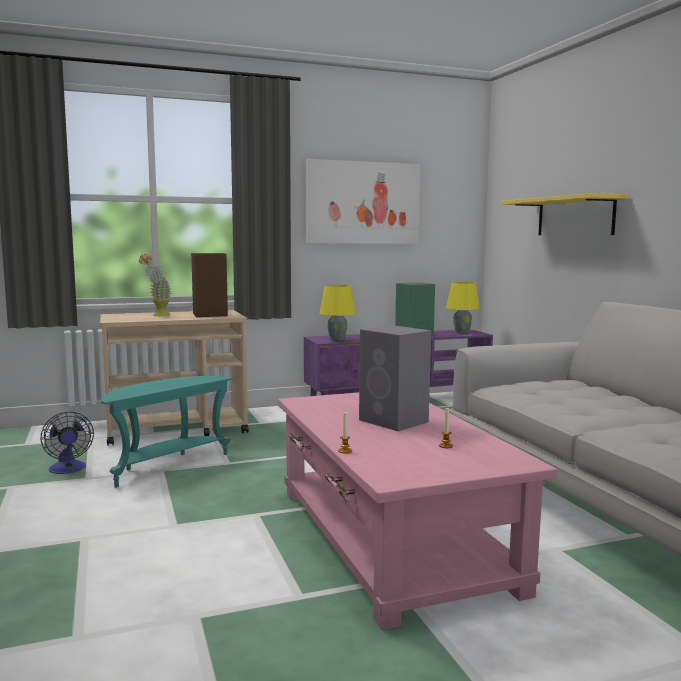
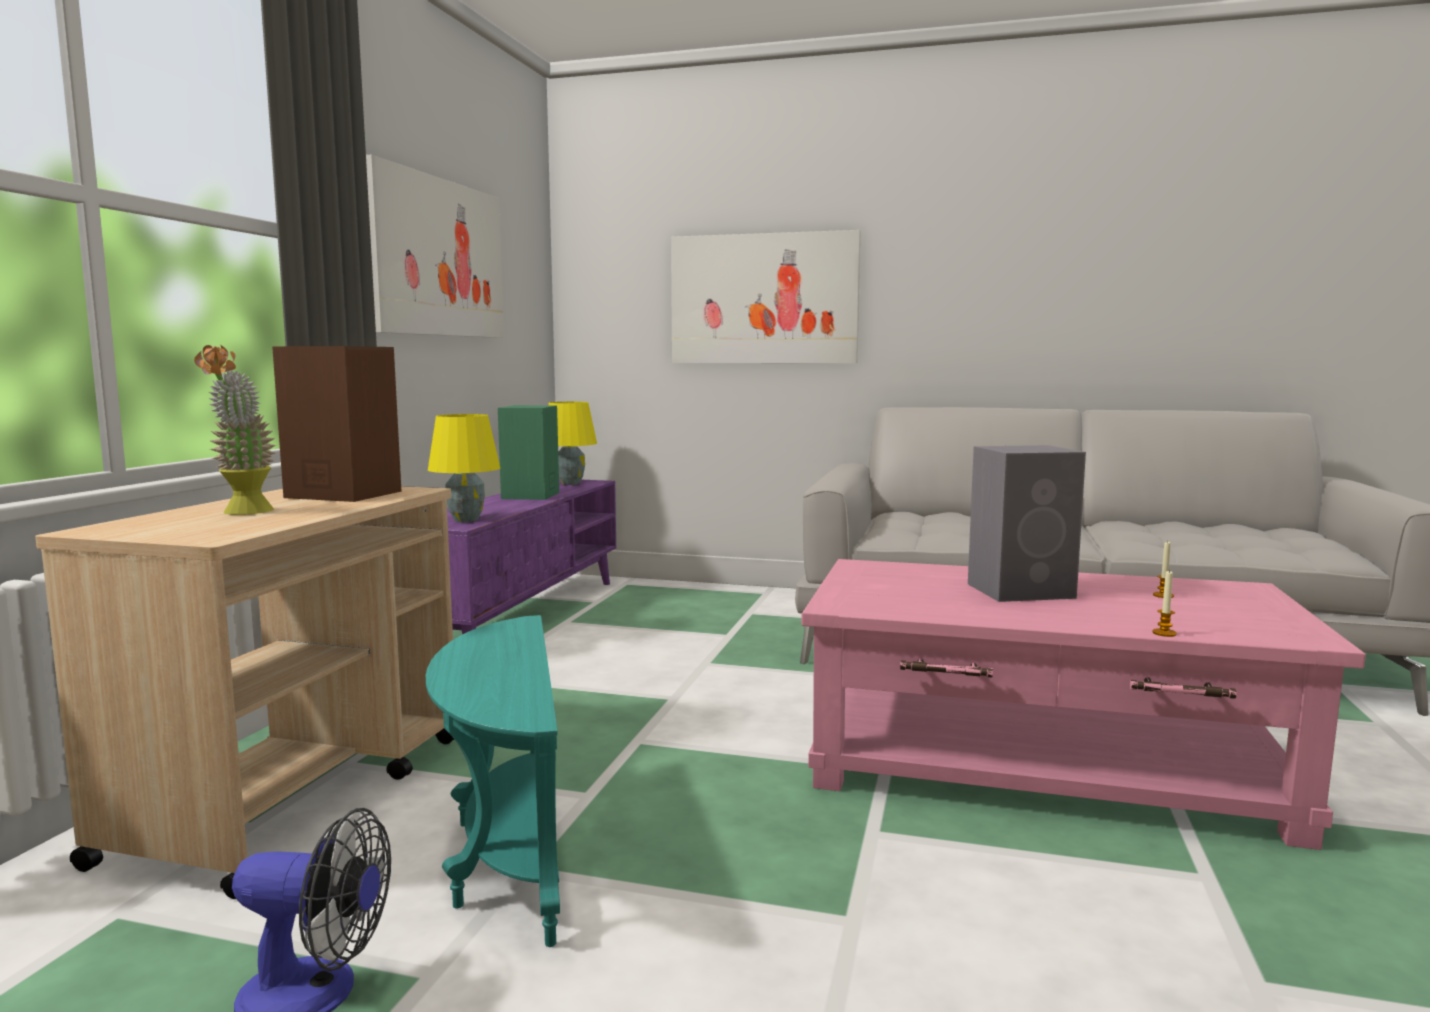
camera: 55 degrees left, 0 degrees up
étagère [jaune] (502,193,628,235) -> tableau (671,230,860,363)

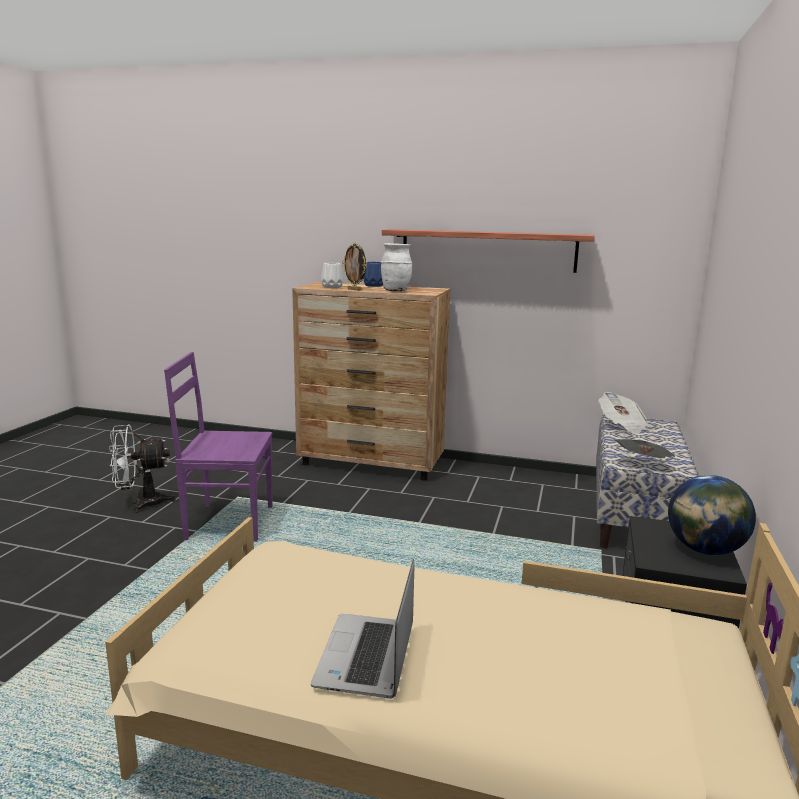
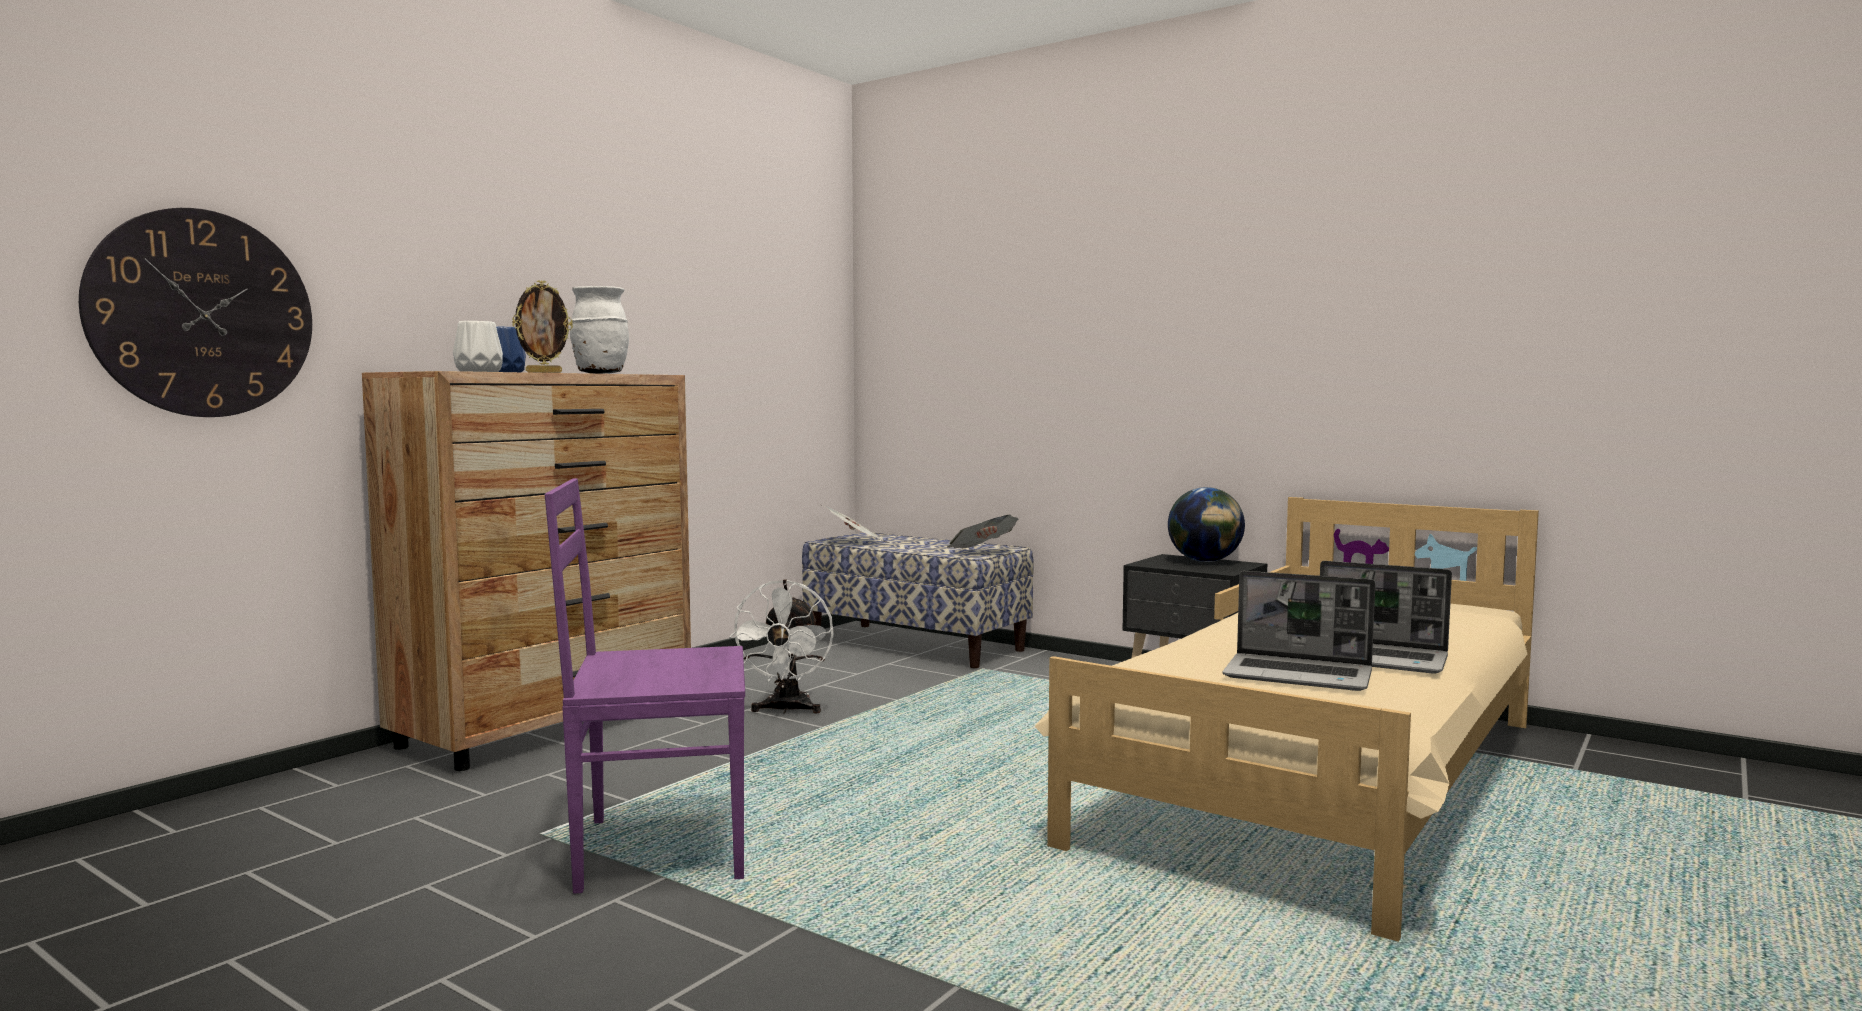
camera: 70 degrees left, 10 degrees down
étagère (382,229,595,273) -> none
none -> horloge murale (79,208,312,417)
none -> ordinateur portable (1222,571,1375,691)
ventilateur [blanc] (109,425,176,513) -> ventilateur [blanc] (729,580,834,714), moved
chaise [violet] (164,352,272,542) -> chaise [violet] (544,478,745,894), 60 degrees clockwise

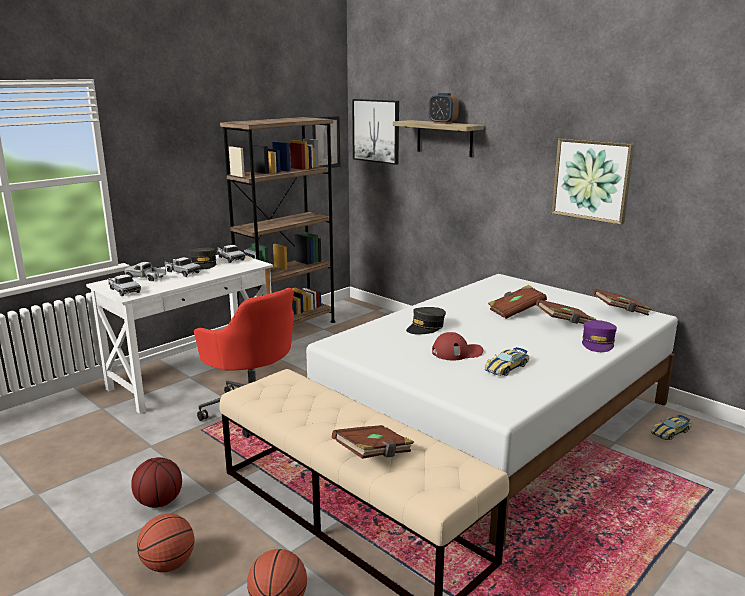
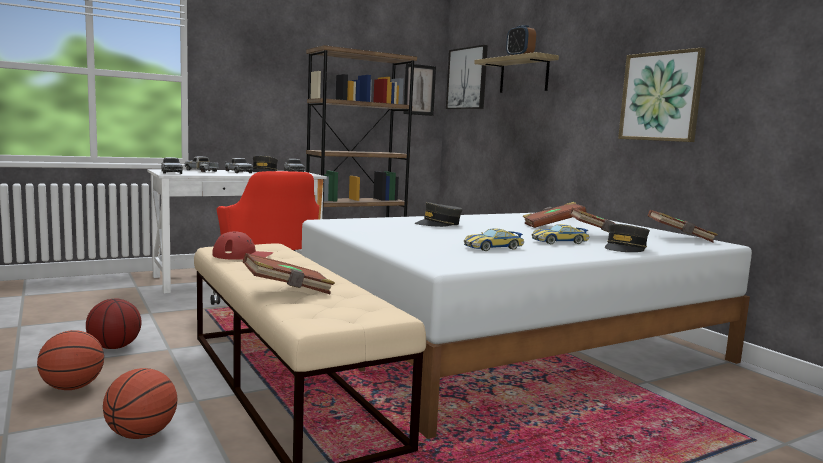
camera: 15 degrees right, 10 degrees down
casquette [rouge] (432,332,483,360) -> casquette [rouge] (213,231,273,260), moved
petite voiture (651,415,692,440) -> petite voiture (531,224,589,244), moved
casquette [violet] (582,320,617,352) -> casquette [gris] (605,224,650,252)

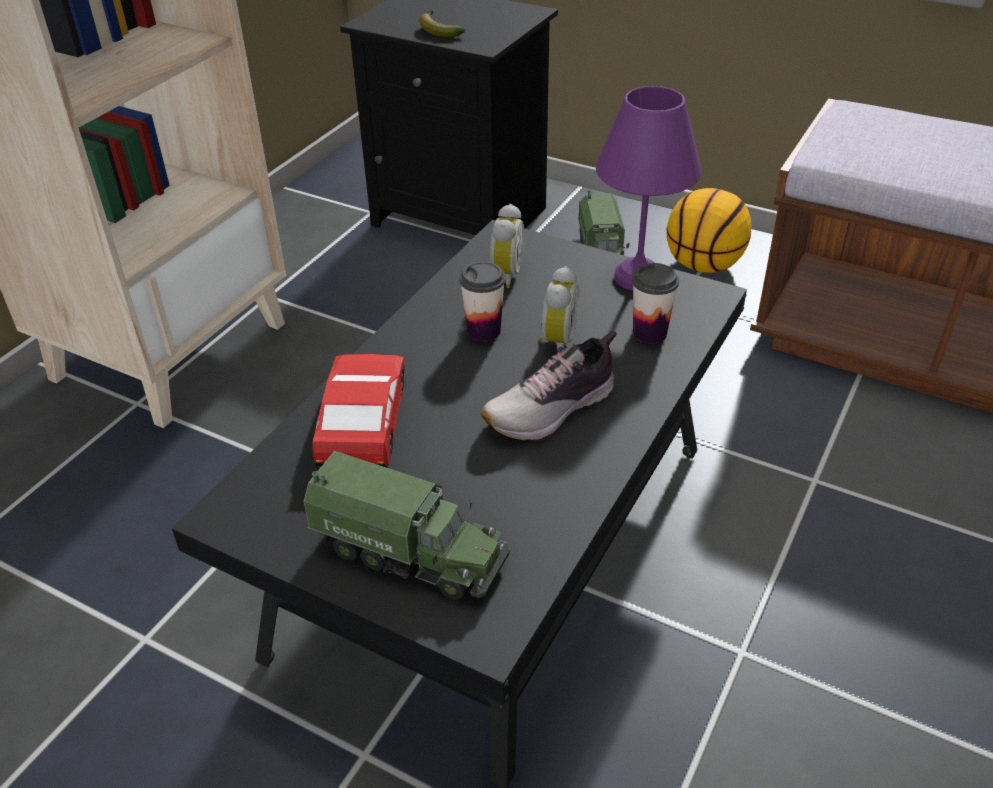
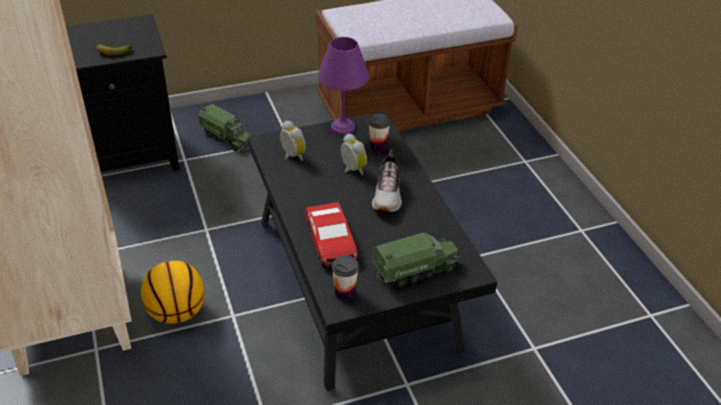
camera: 50 degrees left, 0 degrees up
tasse (459,261,506,341) -> tasse (332,255,359,301), moved
ballon de basket (667,188,752,273) -> ballon de basket (141,261,204,324), moved
petite voiture (312,354,405,468) -> petite voiture (306,202,357,269), 150 degrees counterclockwise

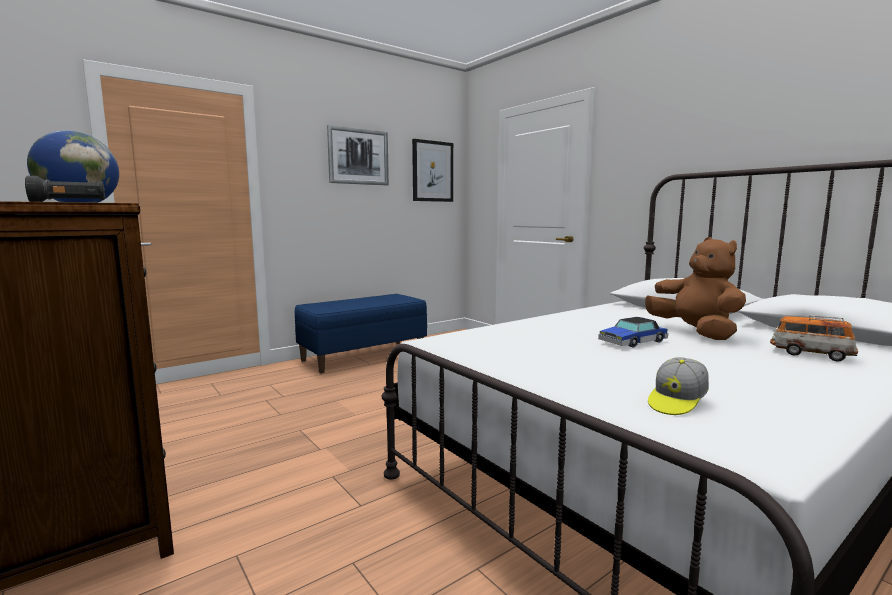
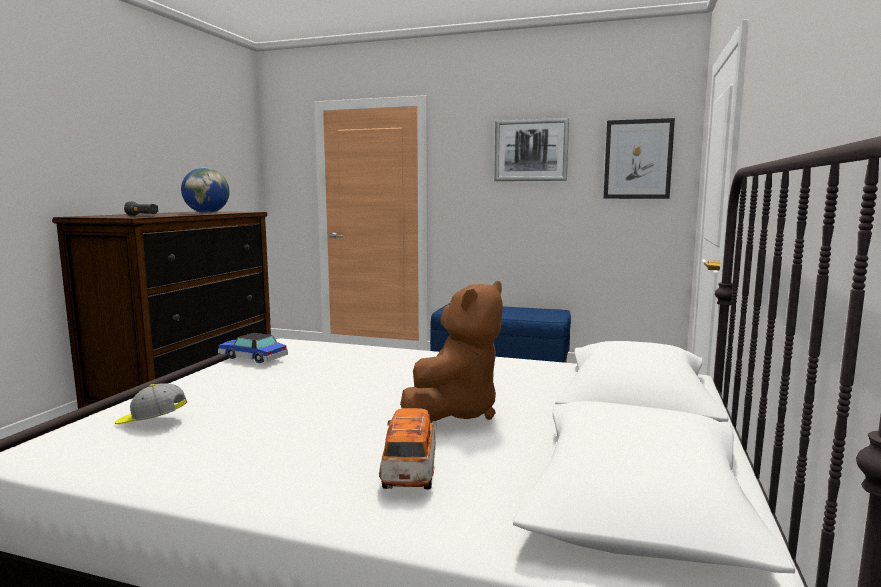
camera: 55 degrees right, 0 degrees up
petite voiture (598,317,668,347) -> petite voiture (218,333,288,363), moved

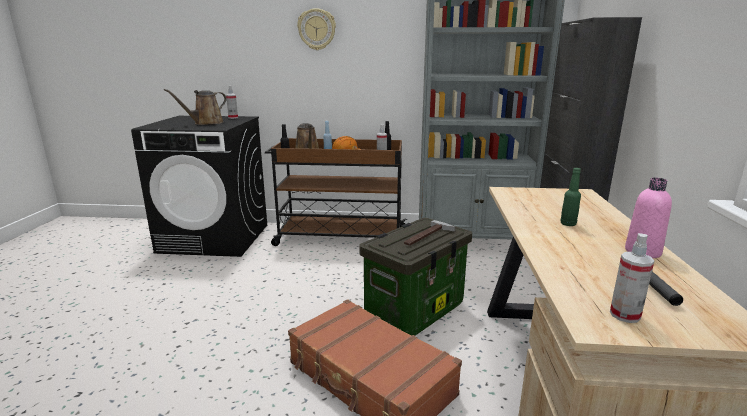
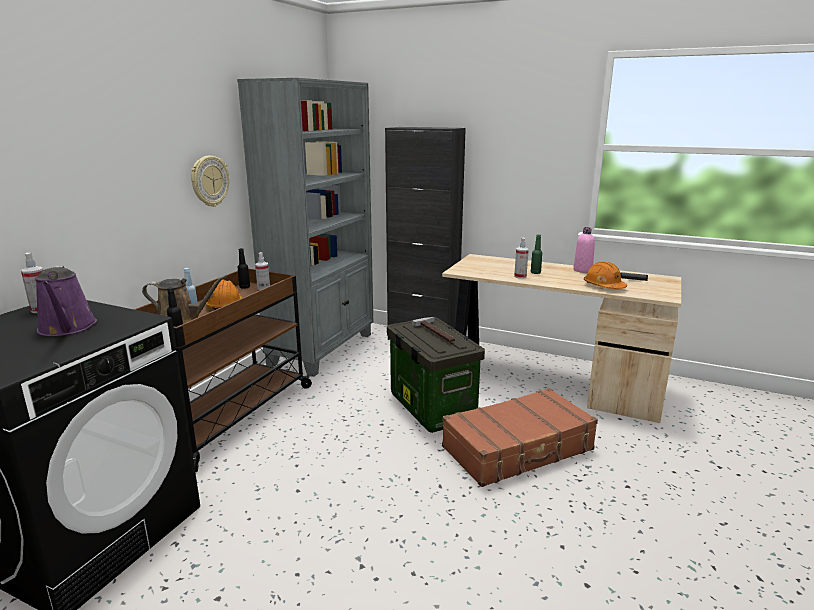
camera: 70 degrees left, 0 degrees up
none -> casque de chantier [orange] (584,261,627,289)
horloge murale (297,8,336,50) -> horloge murale (191,156,229,207), moved
vaporisateur (610,233,654,323) -> vaporisateur (514,238,529,279), moved
arrosoir [marron] (164,89,227,125) -> arrosoir [violet] (35,266,97,336)

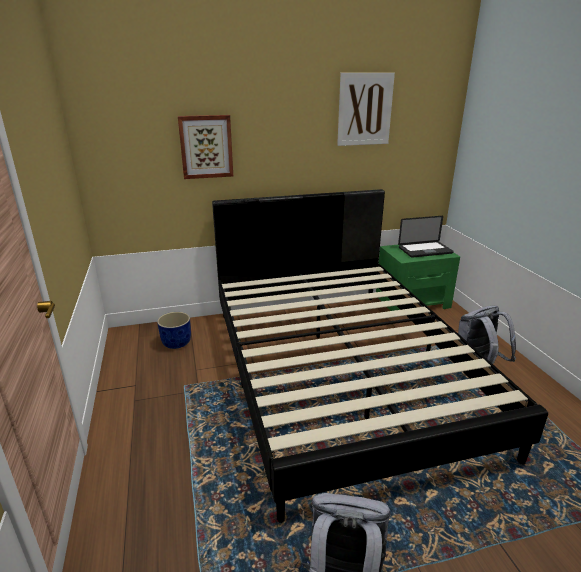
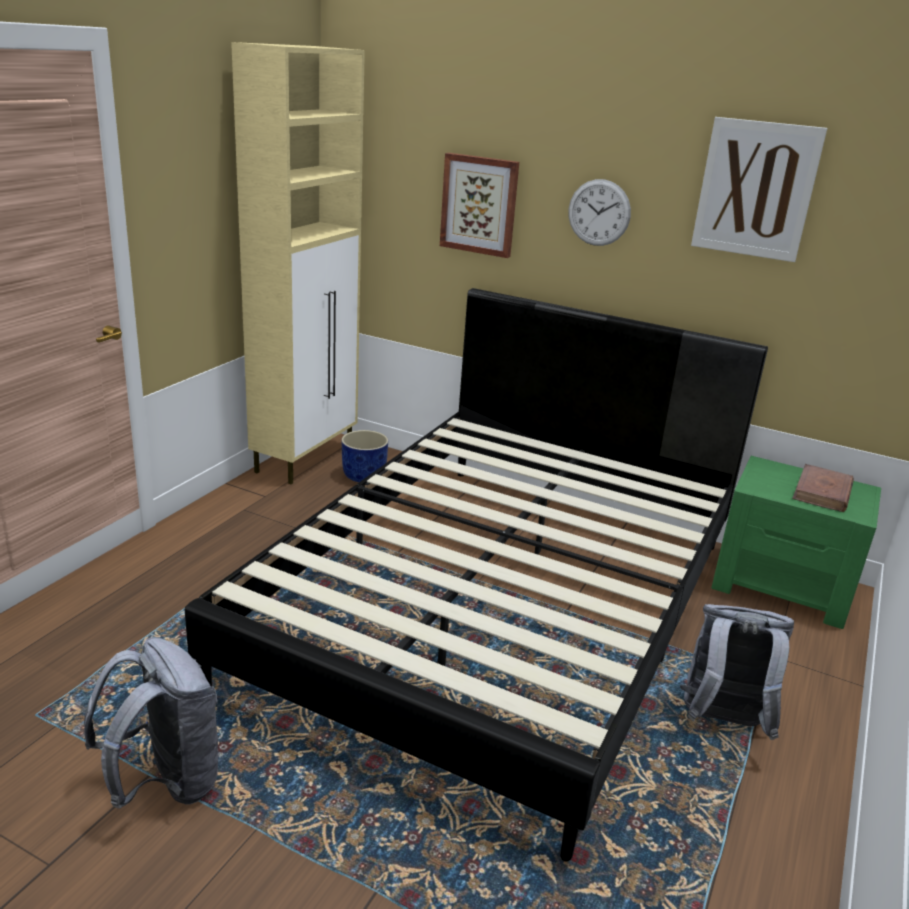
camera: 40 degrees right, 0 degrees up
none -> meuble de rangement [beige] (231,42,365,484)
none -> horloge murale (569,179,631,246)
ordinateur portable (398,216,454,258) -> livre [marron] (792,464,854,512)

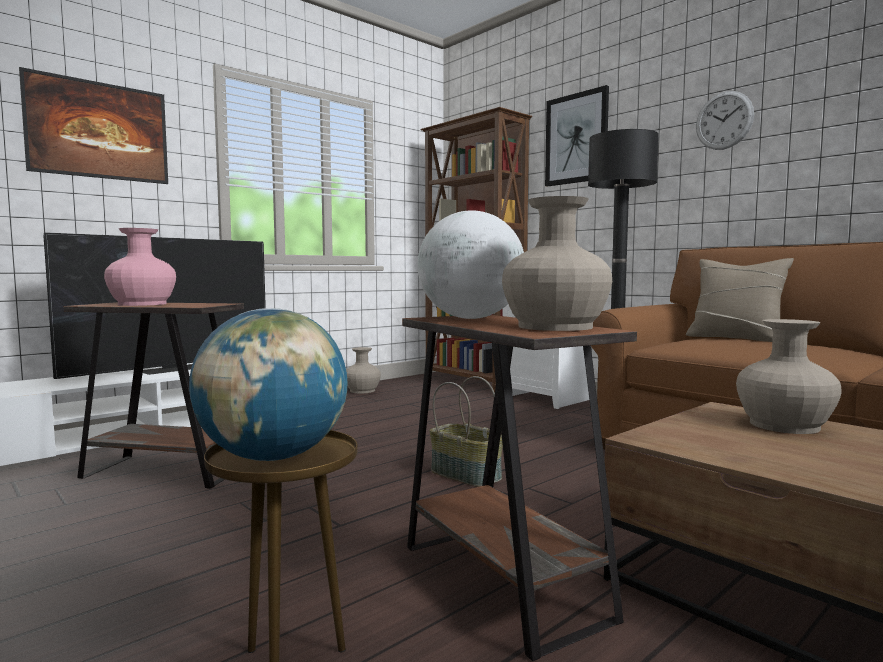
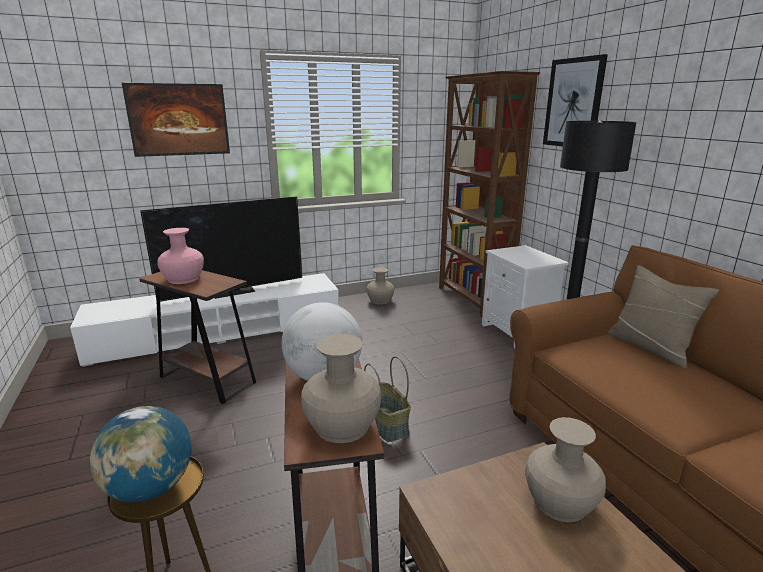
camera: 20 degrees right, 15 degrees up
horloge murale (696,91,754,150) -> none

